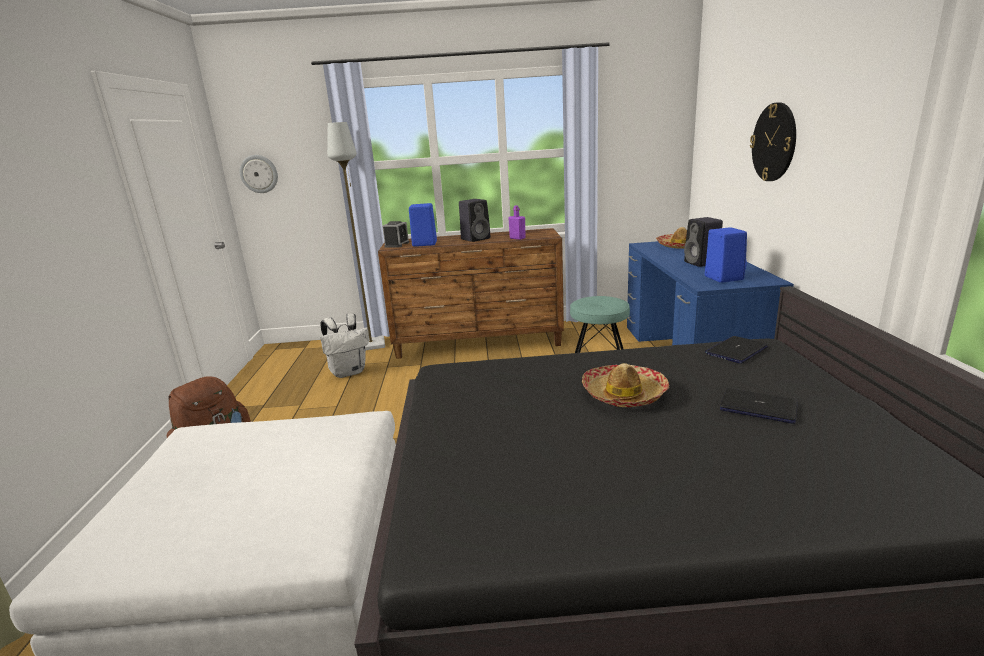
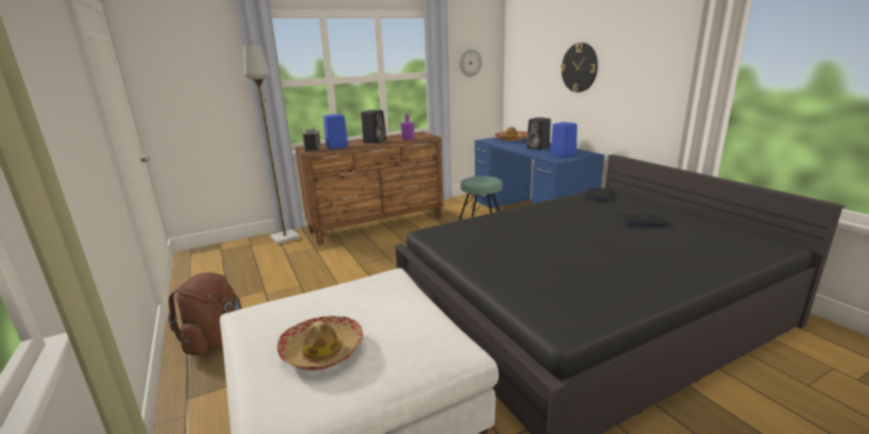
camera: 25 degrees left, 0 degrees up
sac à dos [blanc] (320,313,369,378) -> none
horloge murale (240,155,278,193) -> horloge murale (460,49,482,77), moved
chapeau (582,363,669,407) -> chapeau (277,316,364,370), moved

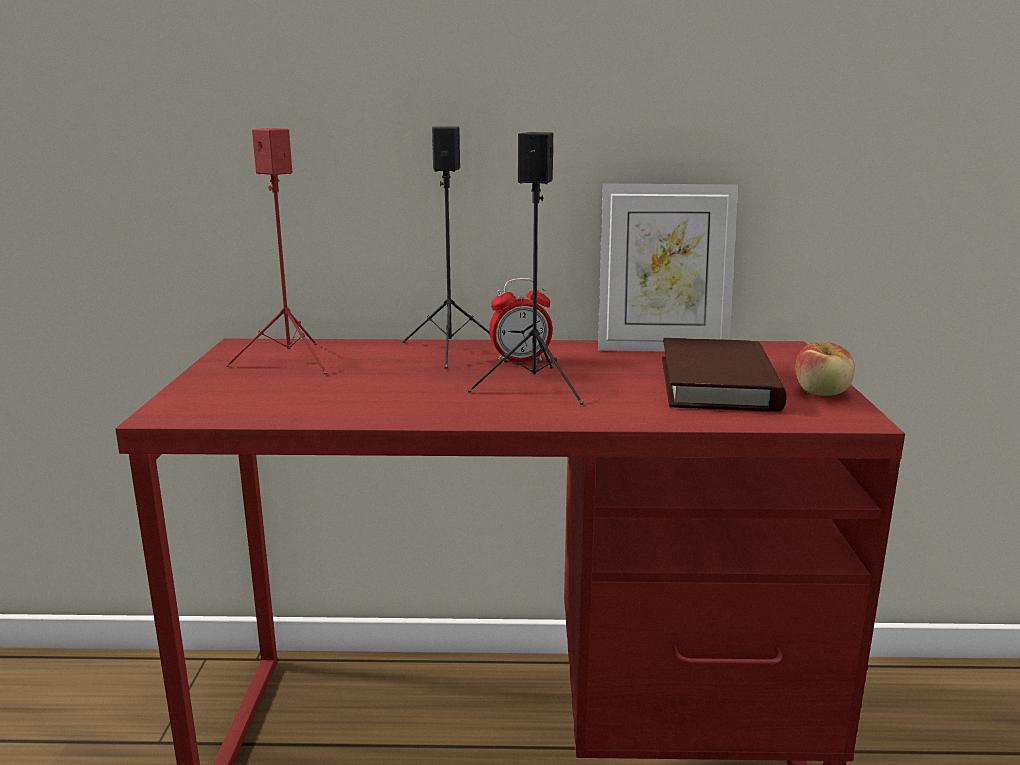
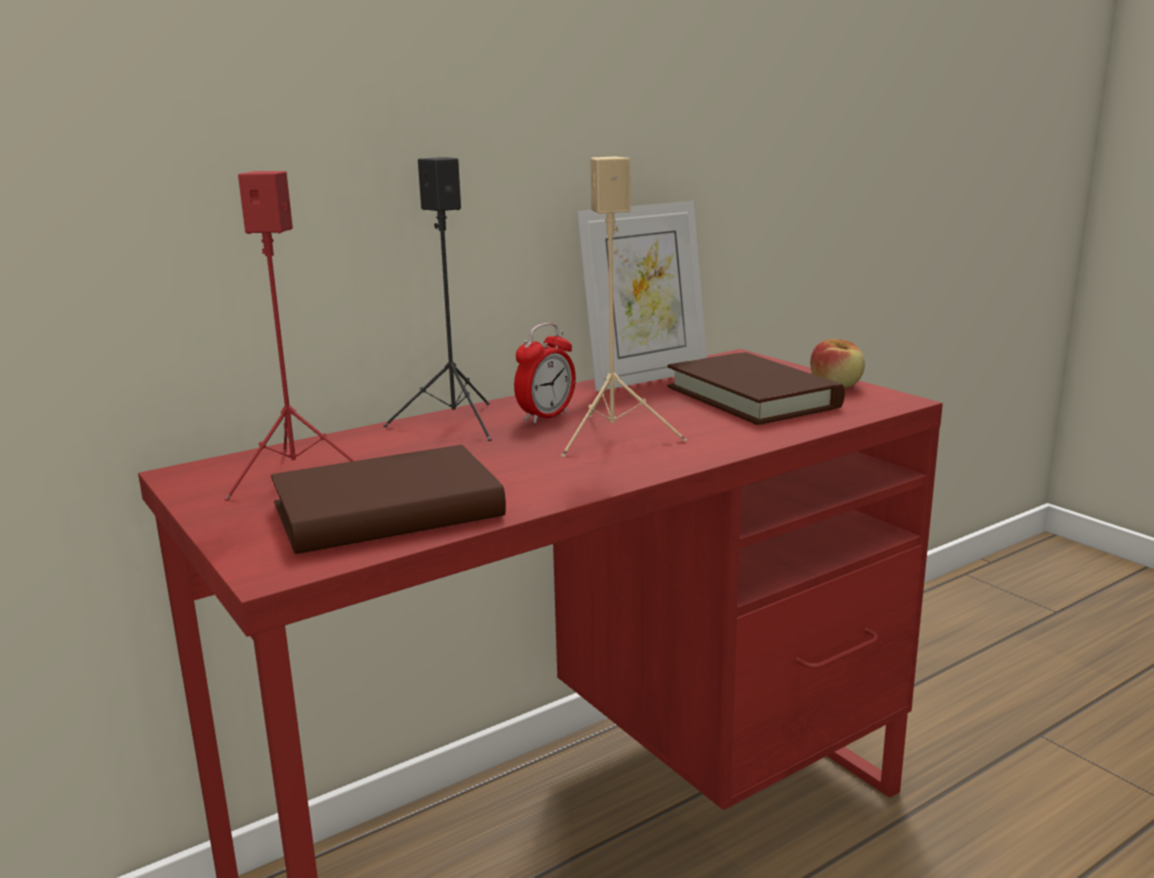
camera: 35 degrees left, 0 degrees up
none -> livre [marron] (271,445,506,554)
enceinte [noir] (468,132,584,405) -> enceinte [beige] (561,157,687,457)

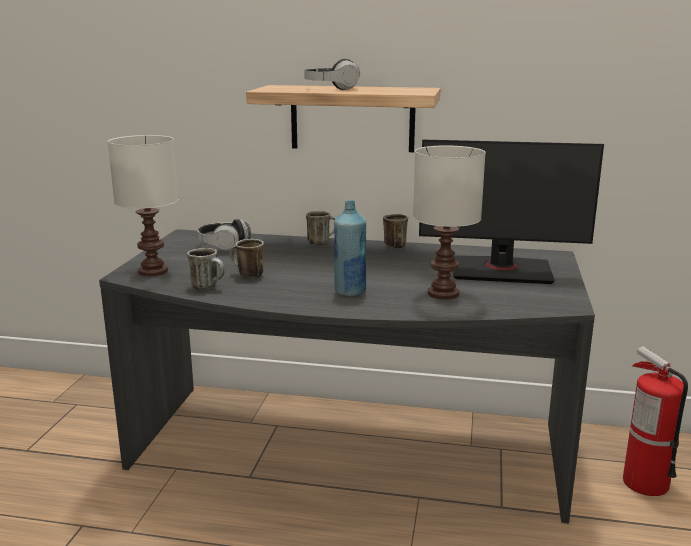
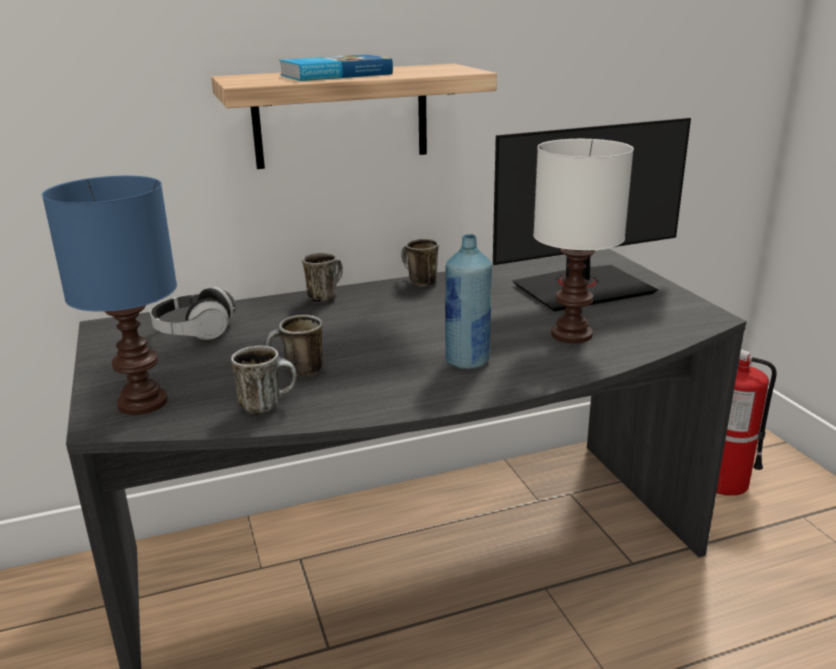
camera: 30 degrees left, 5 degrees up
casque audio (304,59,361,90) -> livre (279,54,393,81)
lampe de table [blanc] (108,135,178,276) -> lampe de table [bleu] (42,176,177,415)

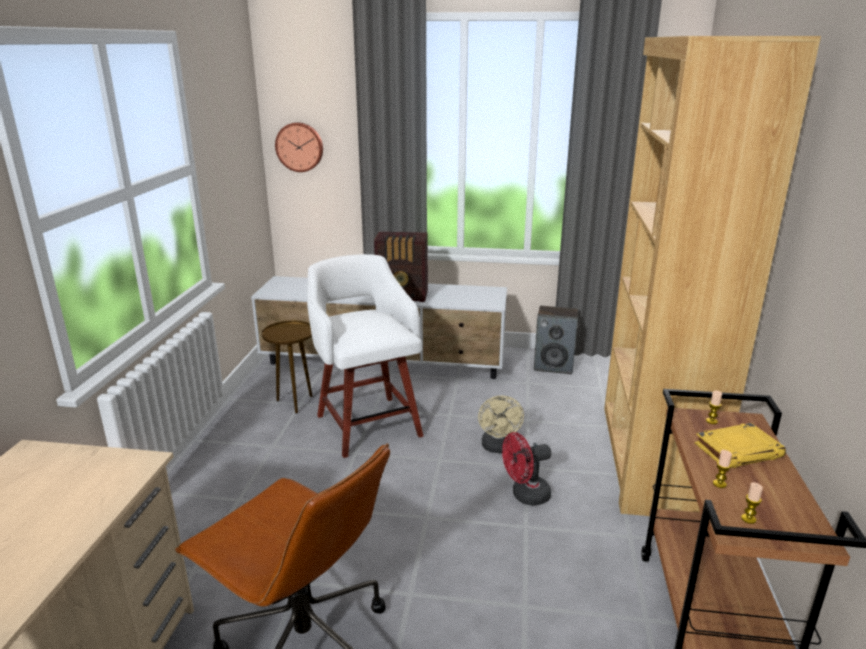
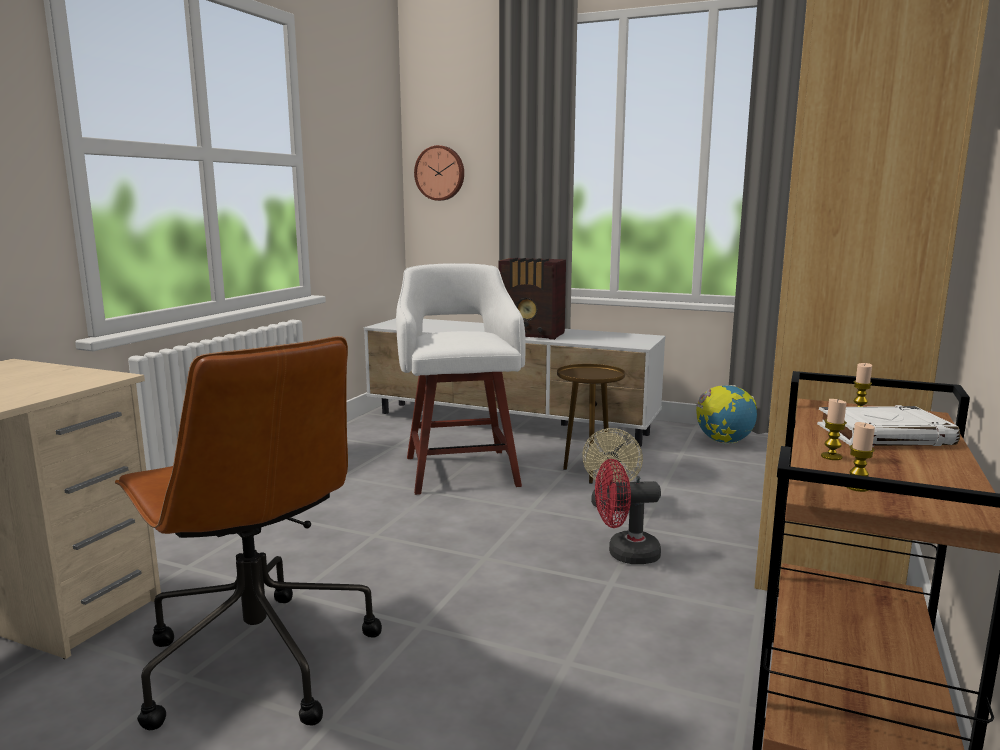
camera: 15 degrees right, 10 degrees down
table d'appoint [marron] (261,320,312,414) -> table d'appoint [marron] (557,364,625,484), moved
enceinte (534,306,578,374) -> globe (696,385,757,444)
livre [jaune] (695,423,786,468) -> livre [blanc] (817,405,960,447)

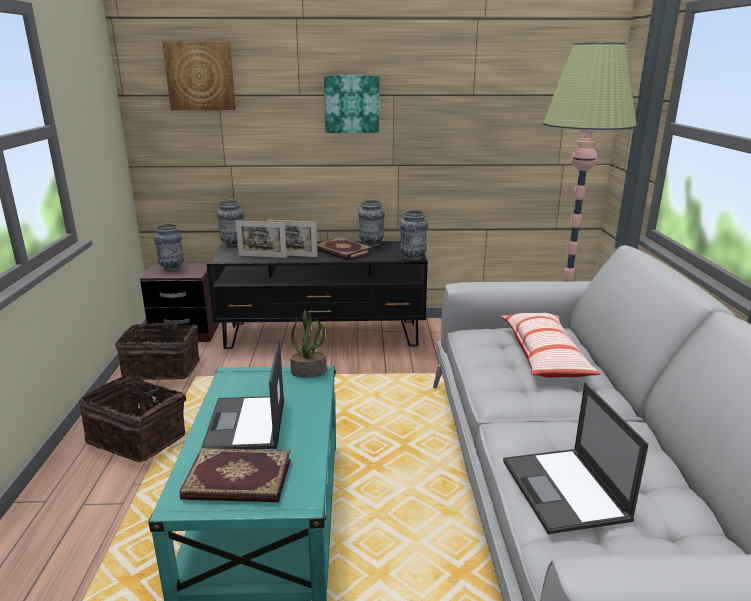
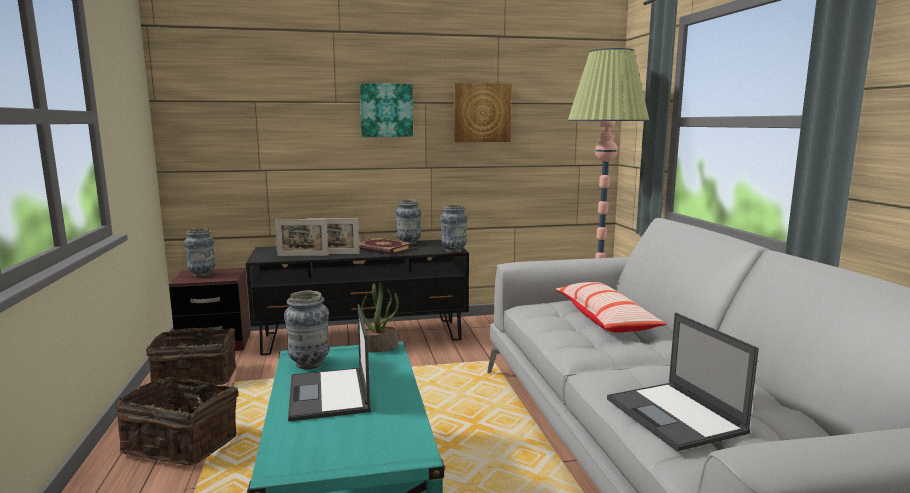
camera: 10 degrees left, 10 degrees down
livre (180,448,291,502) -> none
tableau (162,41,236,110) -> tableau (454,83,512,142), moved
vase (217,199,244,247) -> vase (284,290,329,369), moved

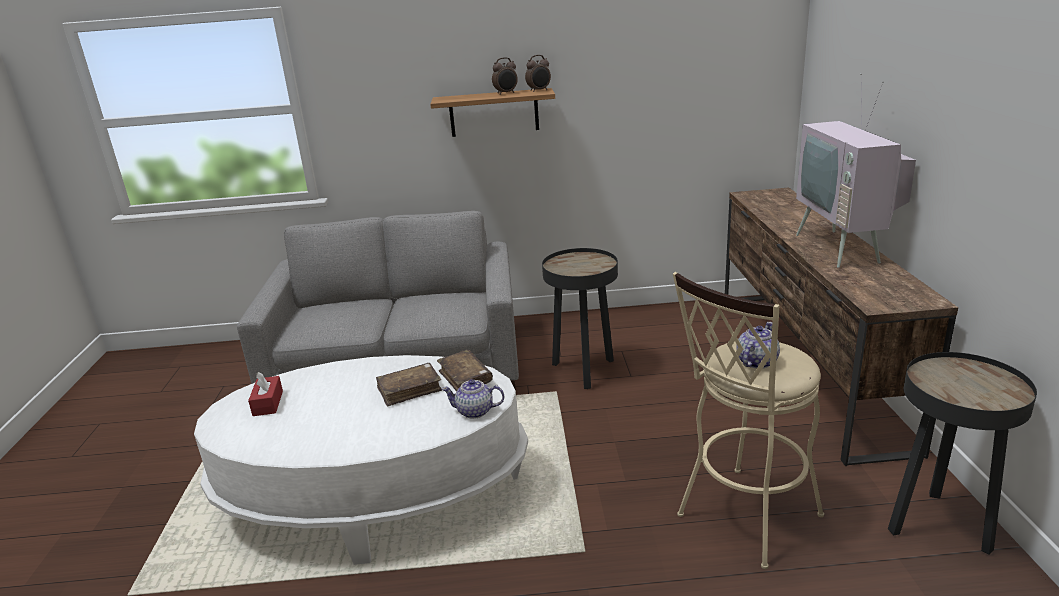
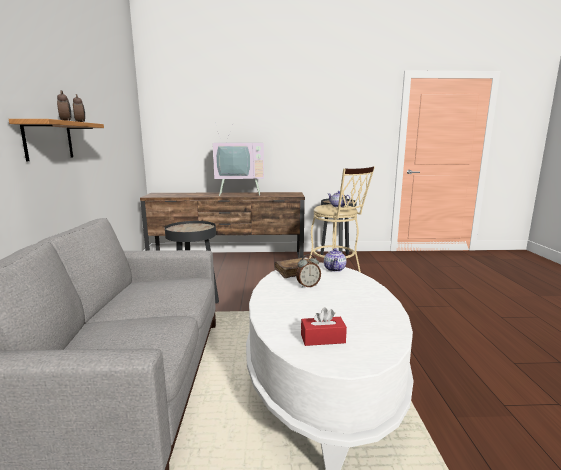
camera: 90 degrees left, 10 degrees down
livre [marron] (376,363,442,407) -> réveil (296,254,321,288)

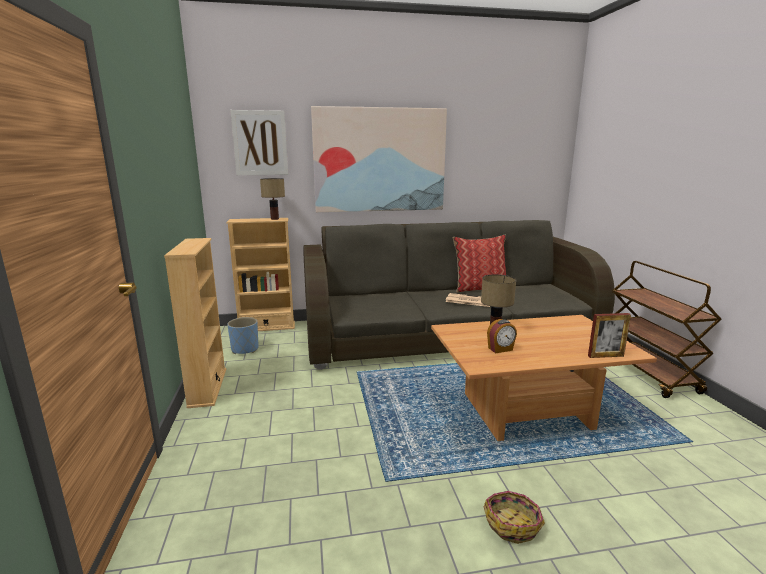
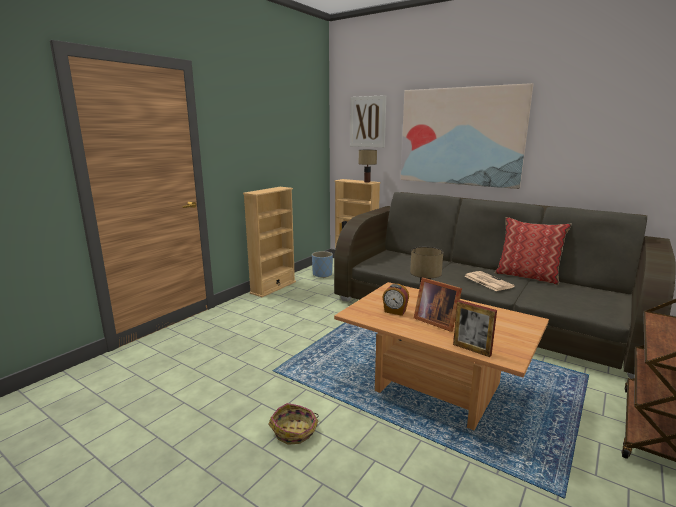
camera: 45 degrees right, 0 degrees up
none -> cadre photo (414,278,462,332)

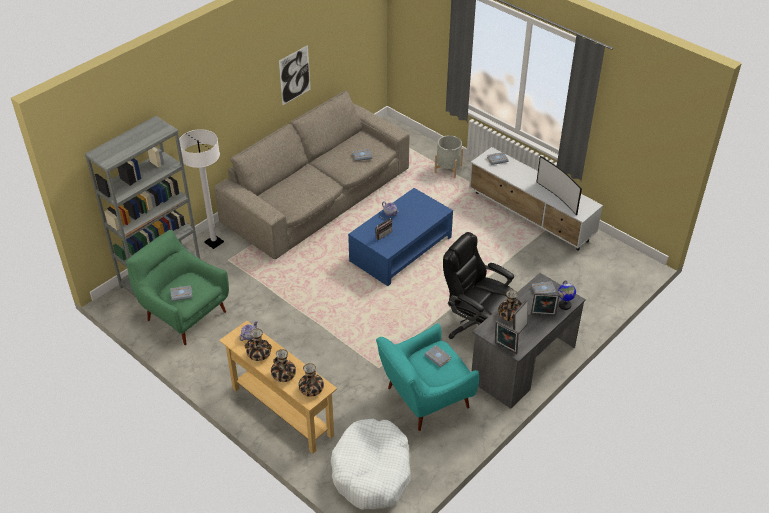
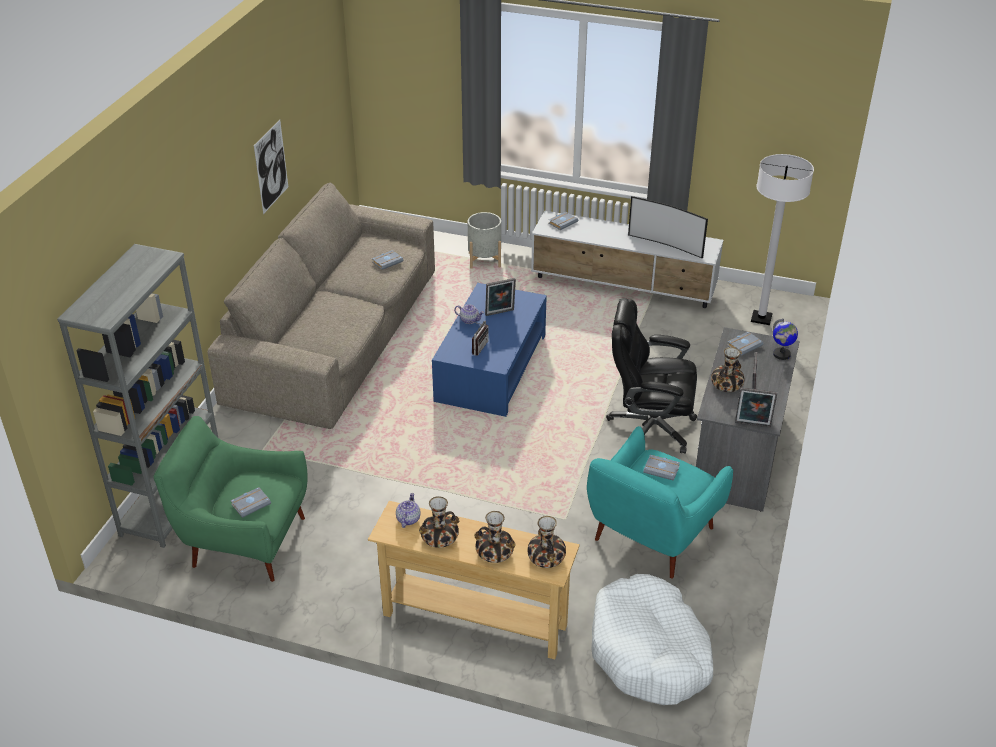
camera: 25 degrees left, 5 degrees down
lampadaire [blanc] (179,129,224,249) -> lampadaire [blanc] (751,154,814,325), moved
cadre photo (531,293,560,316) -> cadre photo (485,278,516,316), moved

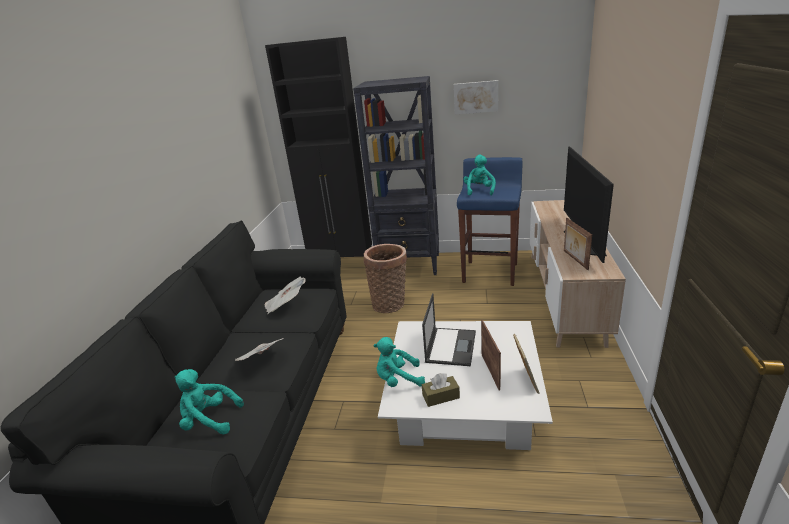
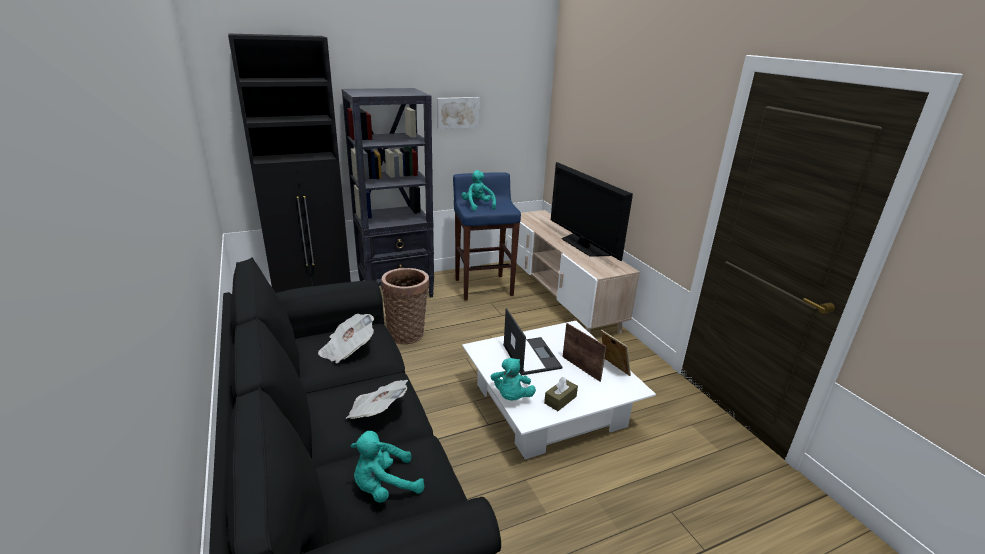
camera: 35 degrees left, 0 degrees up
cadre photo (564,218,592,270) -> none
peluche [turquoise] (374,337,425,387) -> peluche [turquoise] (491,358,536,400), 45 degrees counterclockwise

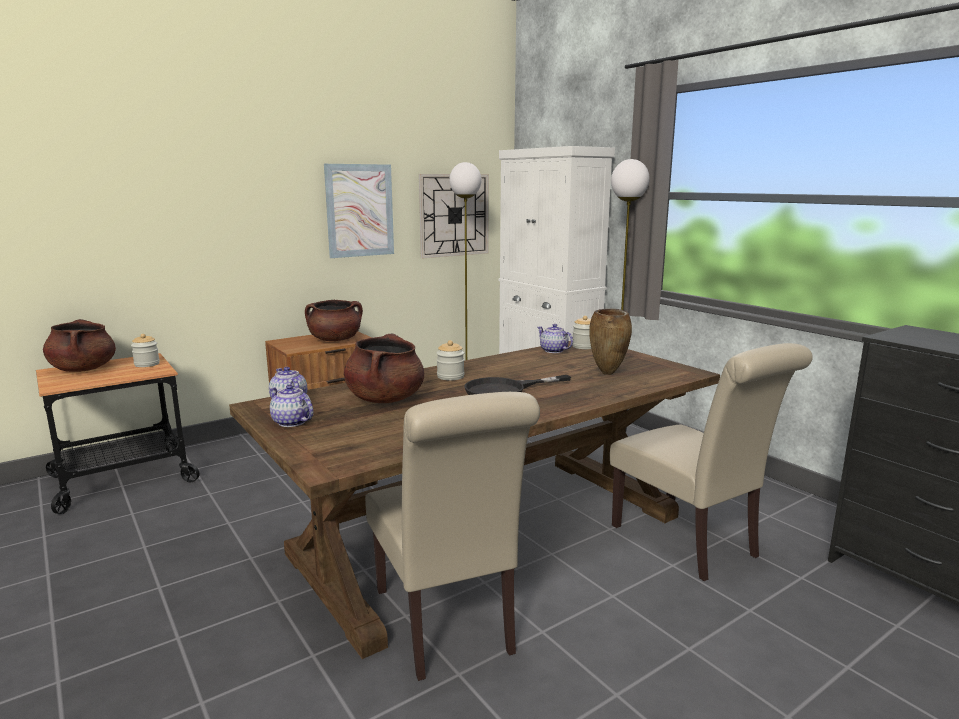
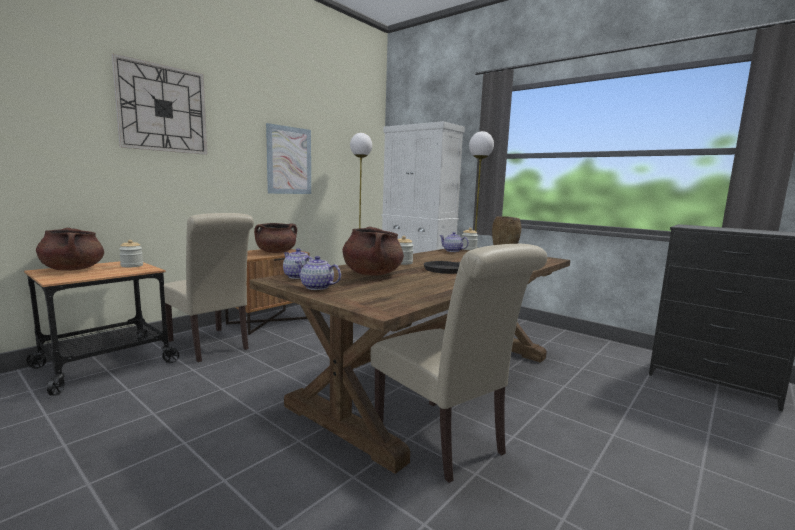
camera: 15 degrees left, 5 degrees down
horloge murale (419,174,489,258) -> horloge murale (112,53,208,155), moved
chaise [beige] (610,343,813,581) -> chaise [beige] (159,213,254,362), moved

